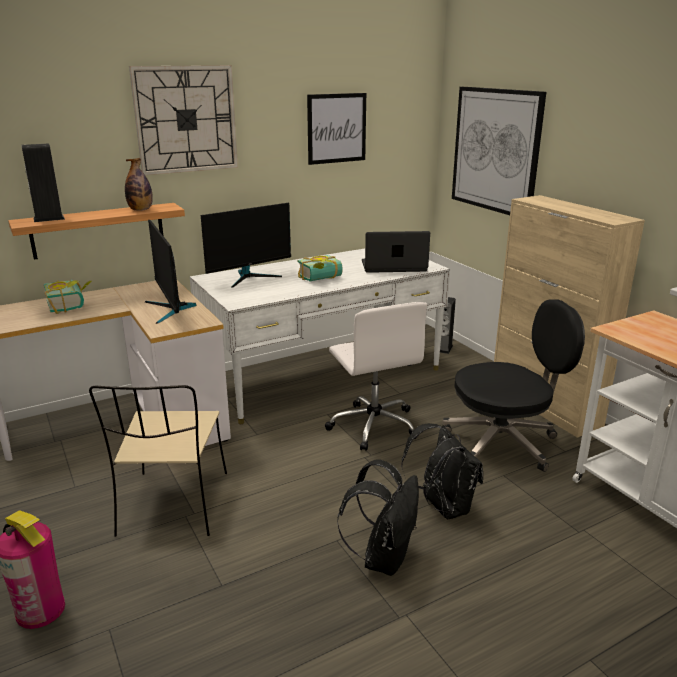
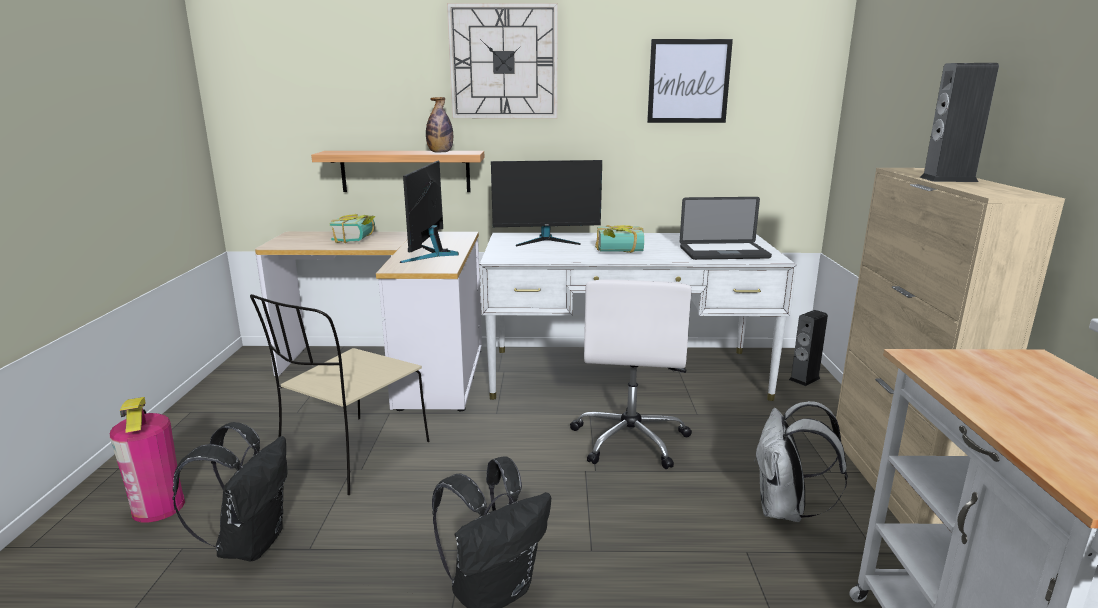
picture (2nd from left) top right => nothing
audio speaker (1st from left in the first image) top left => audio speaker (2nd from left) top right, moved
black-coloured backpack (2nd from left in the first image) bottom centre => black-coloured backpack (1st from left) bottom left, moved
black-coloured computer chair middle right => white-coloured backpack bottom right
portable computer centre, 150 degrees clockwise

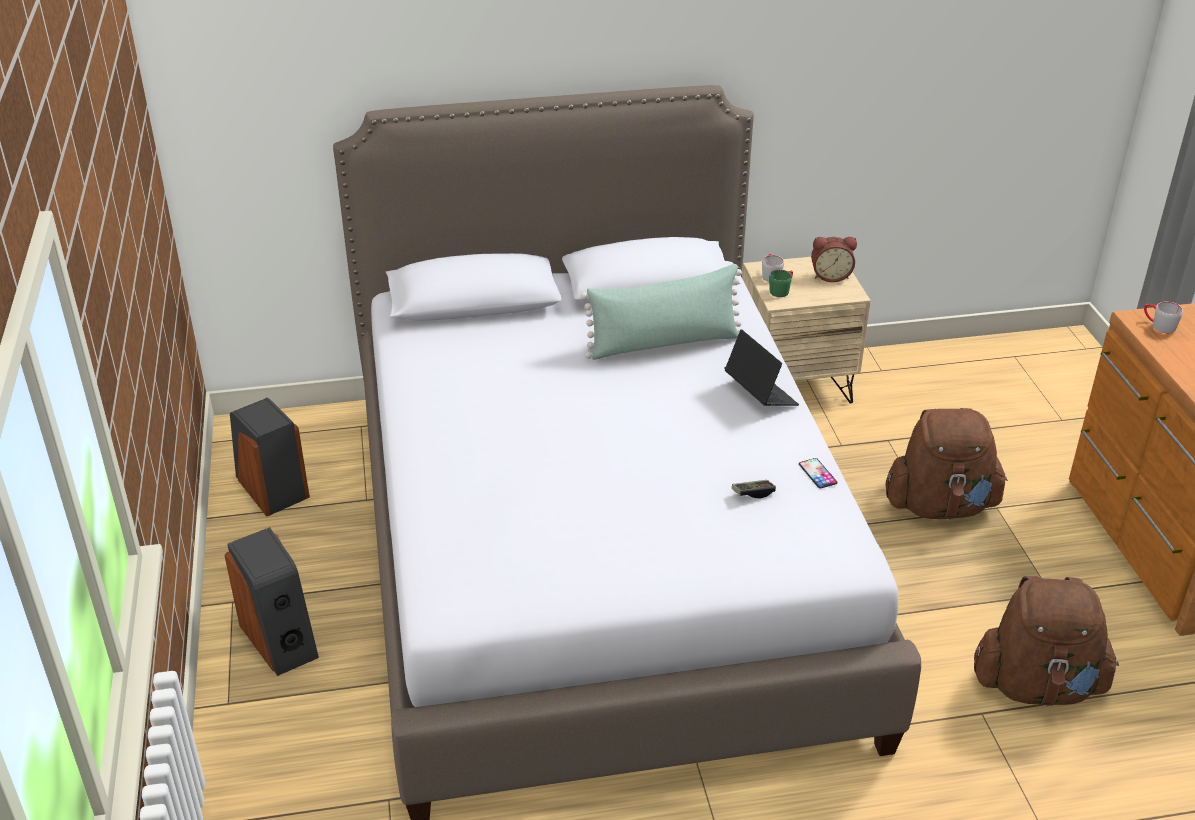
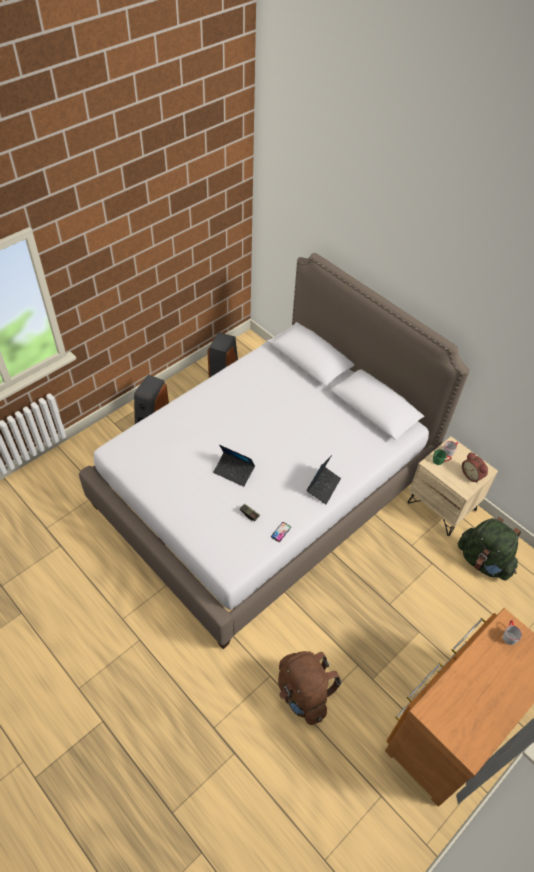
green pillow centre => nothing
brown backpack (1st from left) middle right => nothing
nothing => portable computer (1st from left) centre
nothing => green backpack middle right

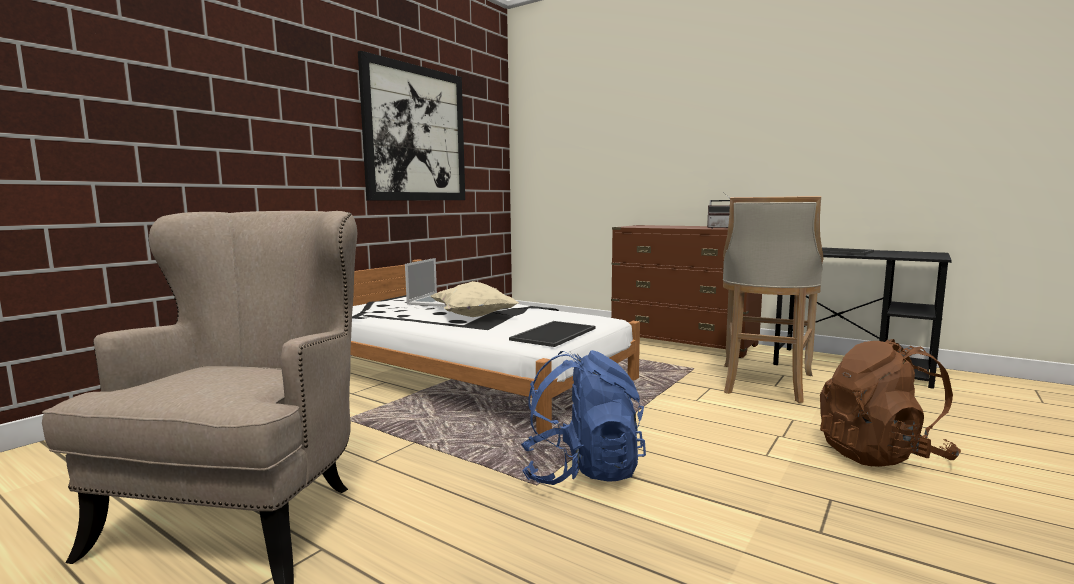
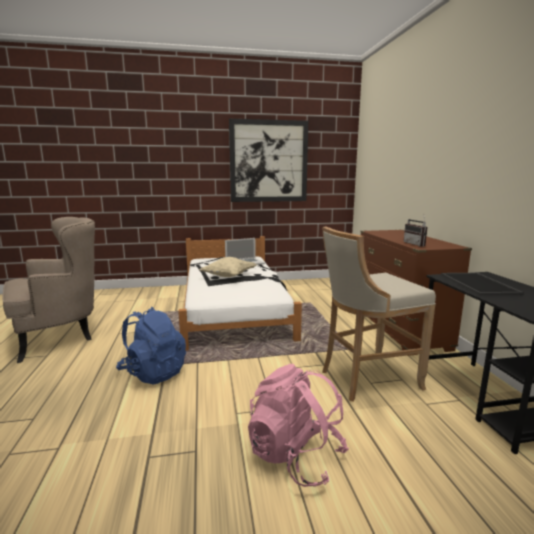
carrying tray (1st from left) centre => nothing
brown backpack bottom right => pink backpack bottom centre

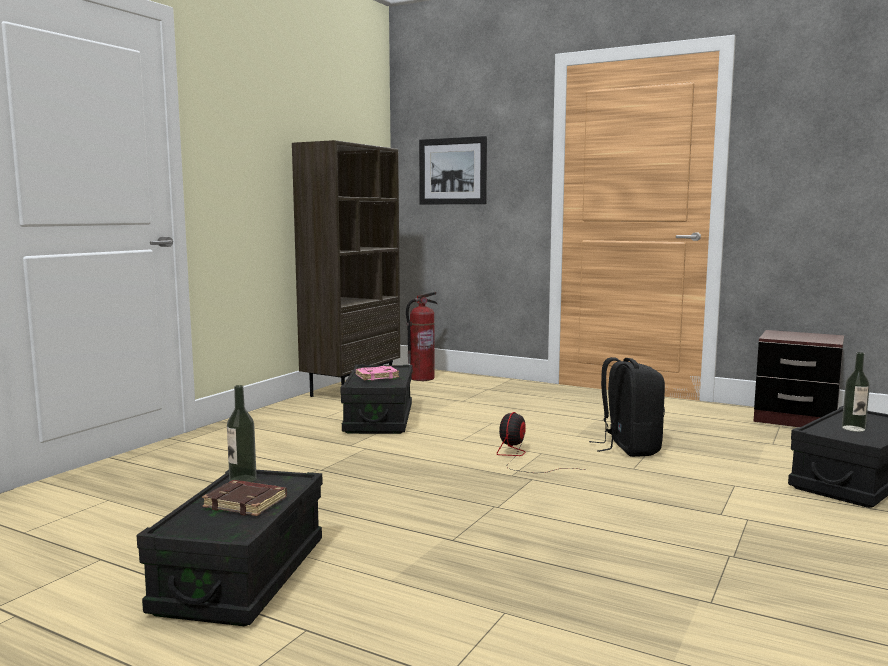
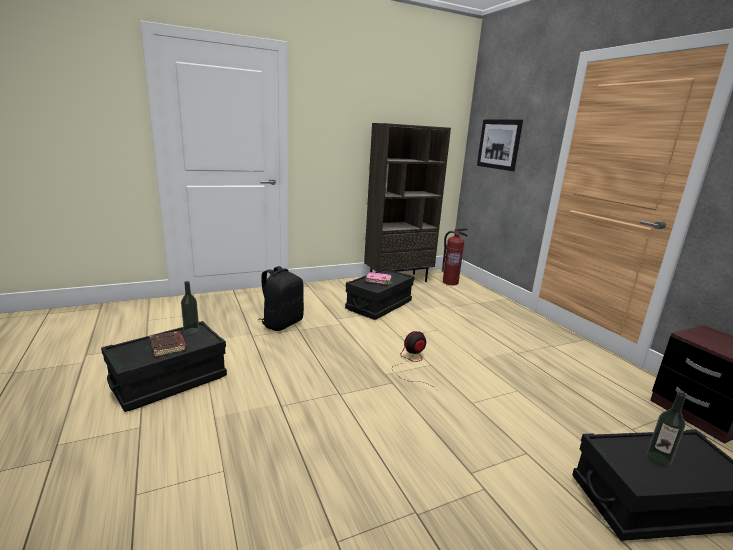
black-coloured backpack middle right => black-coloured backpack centre, moved

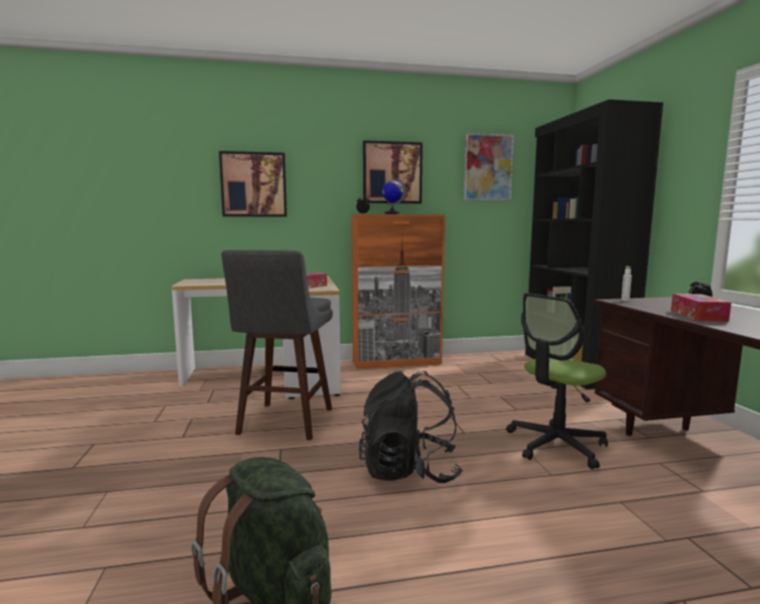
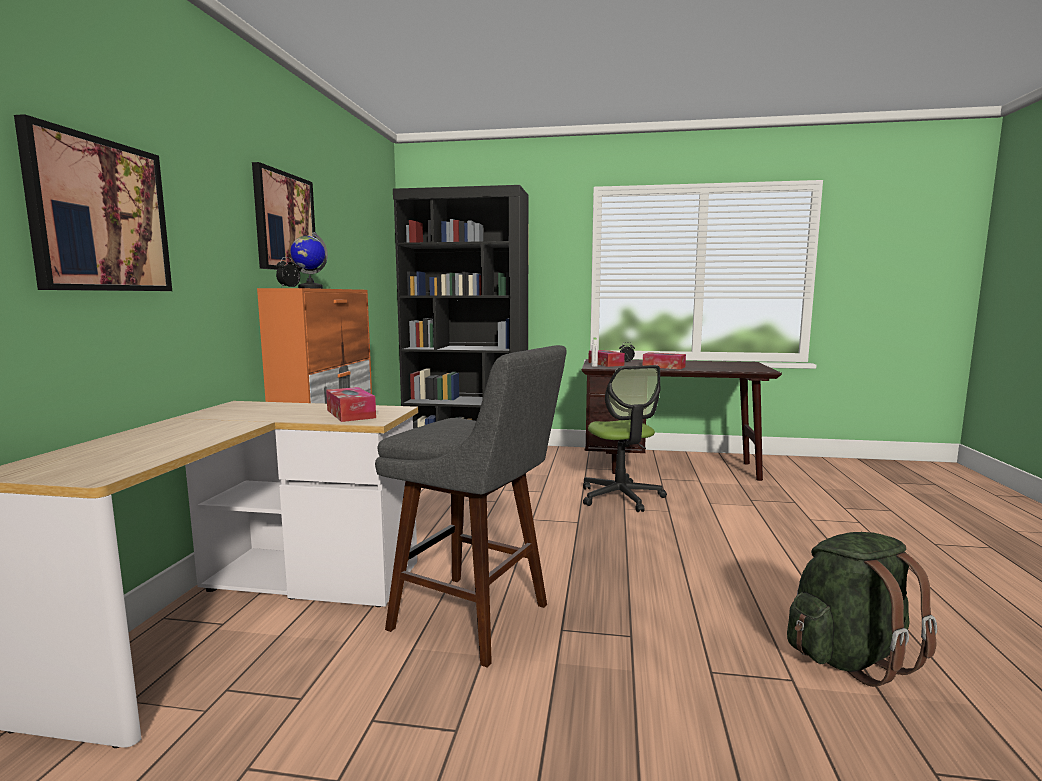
black-coloured backpack bottom centre => nothing
picture (3rd from left) top centre => nothing
nothing => box of tissues (2nd from left) centre

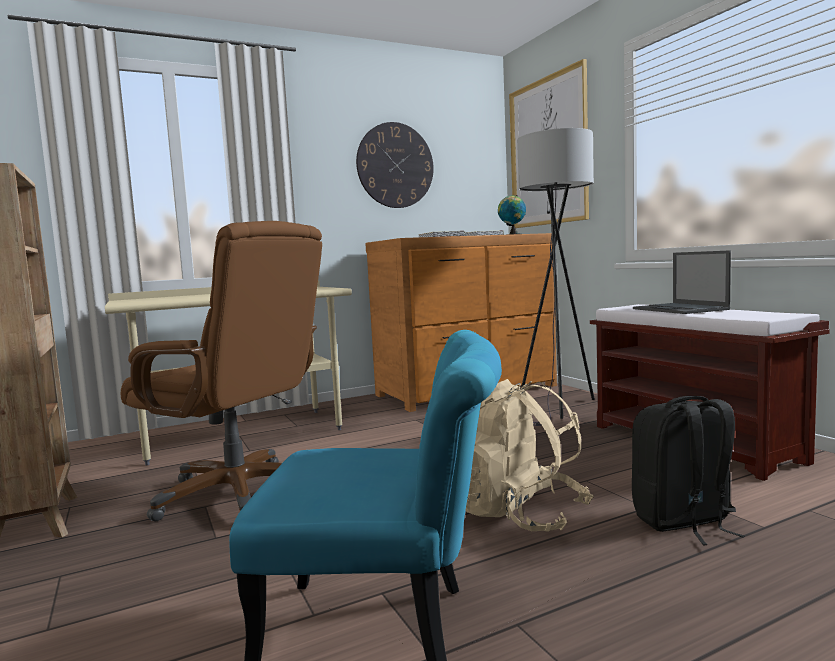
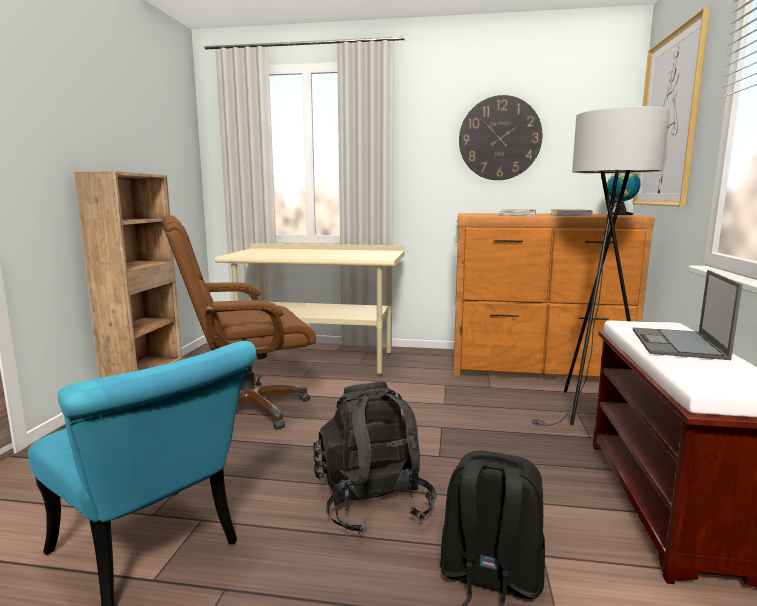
beige backpack bottom centre => black-coloured backpack (1st from left) bottom centre
brown computer chair middle left, 90 degrees clockwise

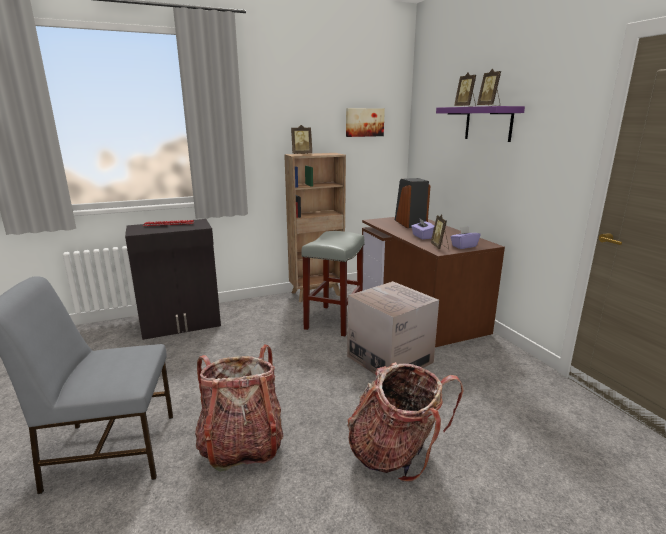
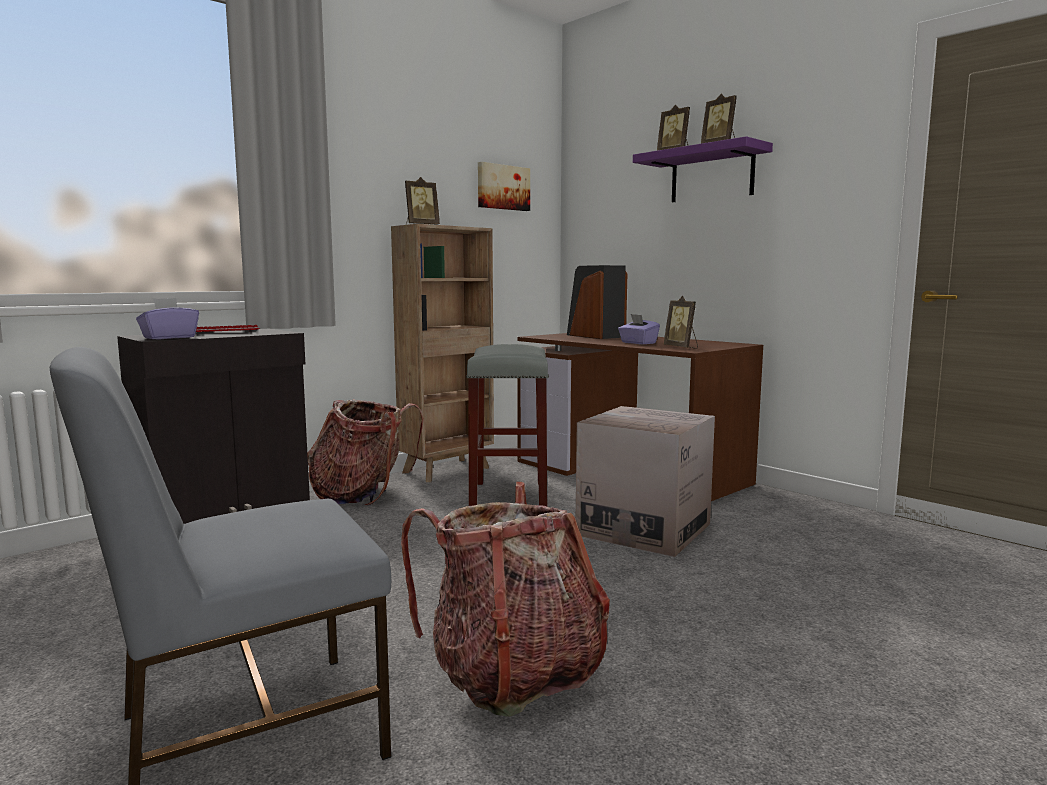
backpack (2nd from left in the first image) bottom centre => backpack (1st from left) centre, moved
purplish box of tissues (2nd from left in the first image) middle right => purplish box of tissues (1st from left) middle left, moved

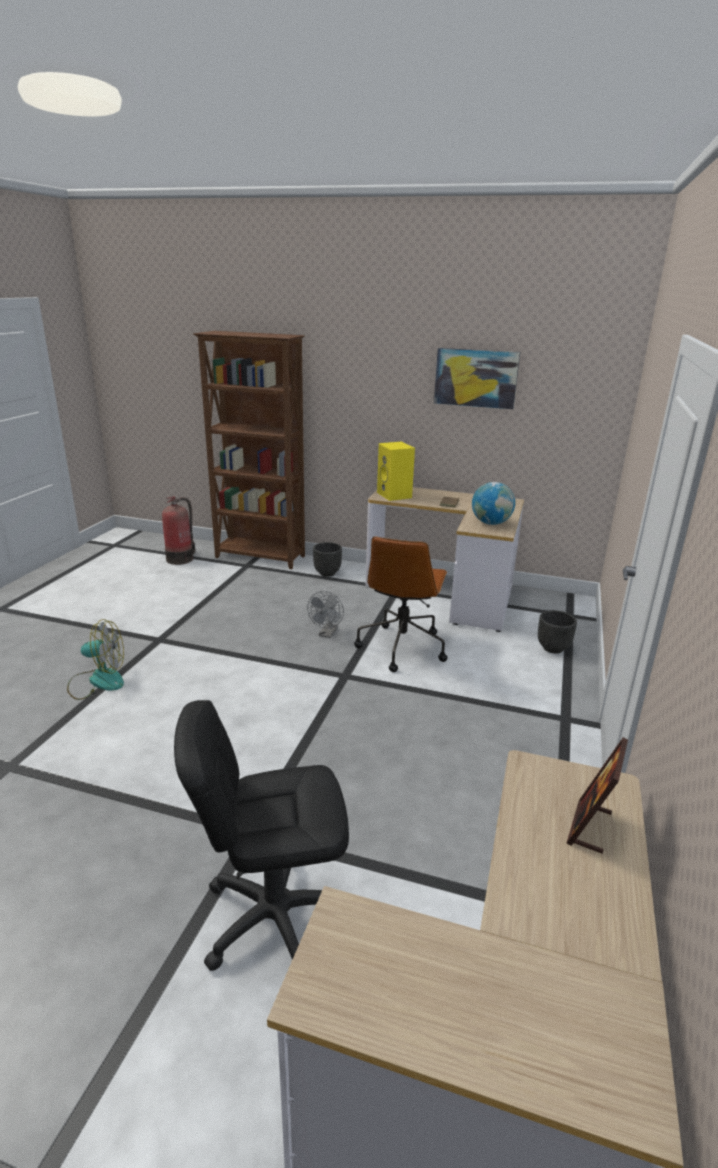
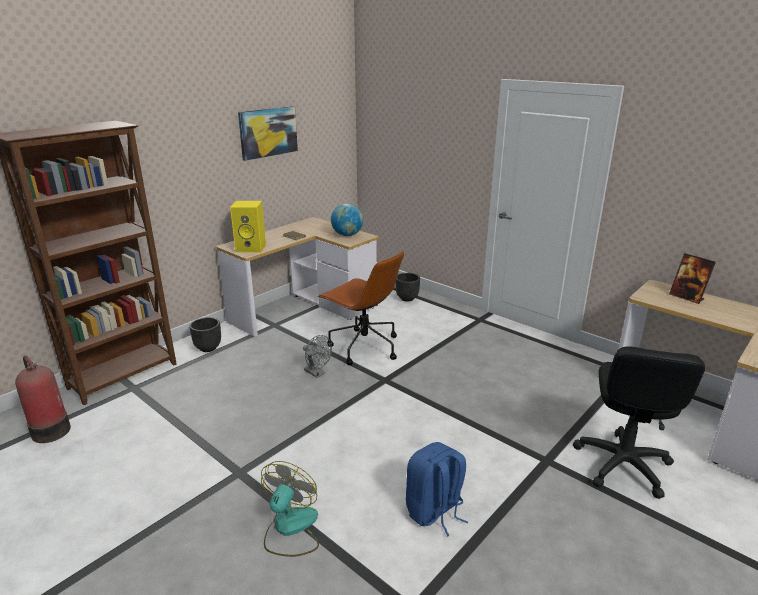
nothing => blue-coloured backpack bottom centre

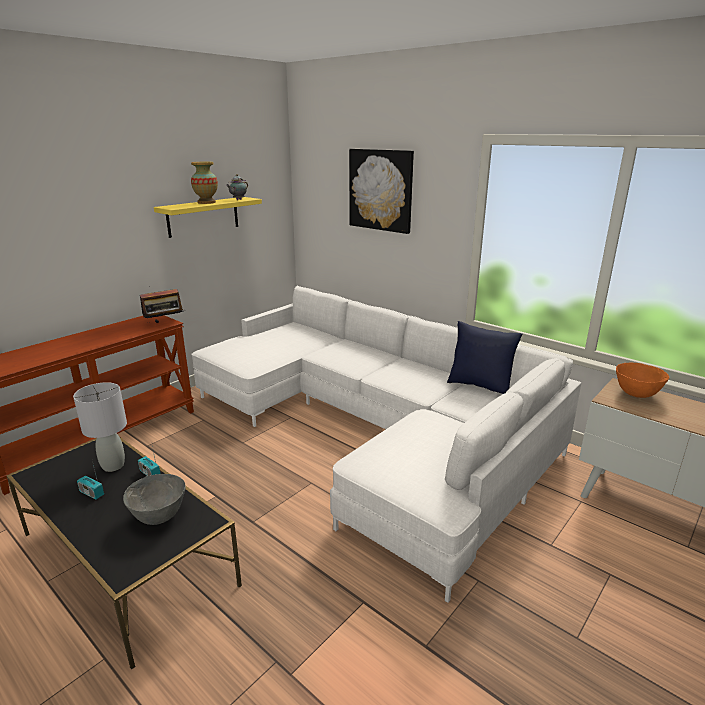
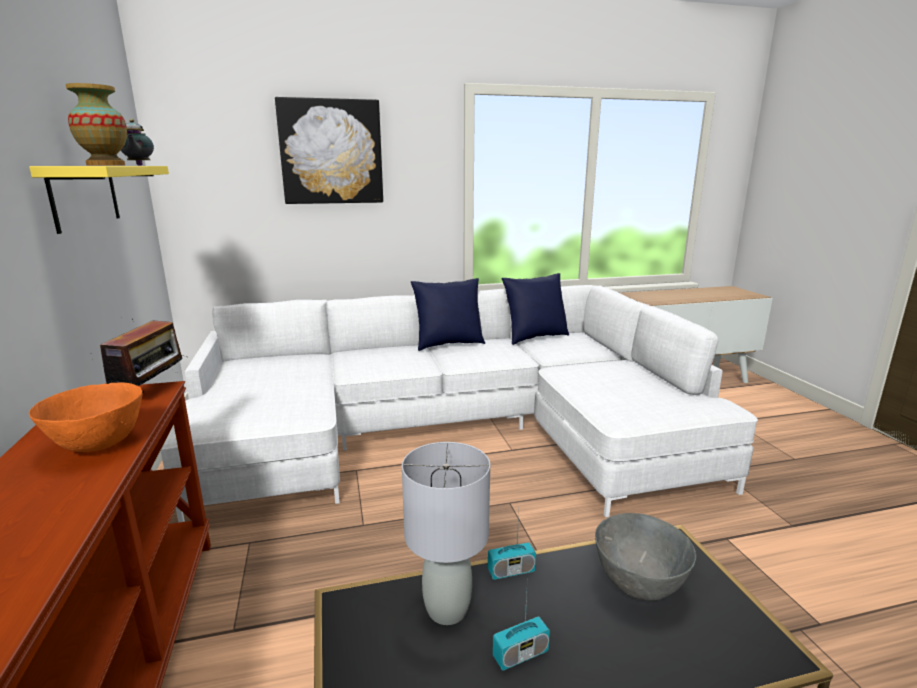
nothing => blue-coloured pillow (1st from left) centre
orange-coloured serving bowl middle right => orange-coloured serving bowl middle left, moved

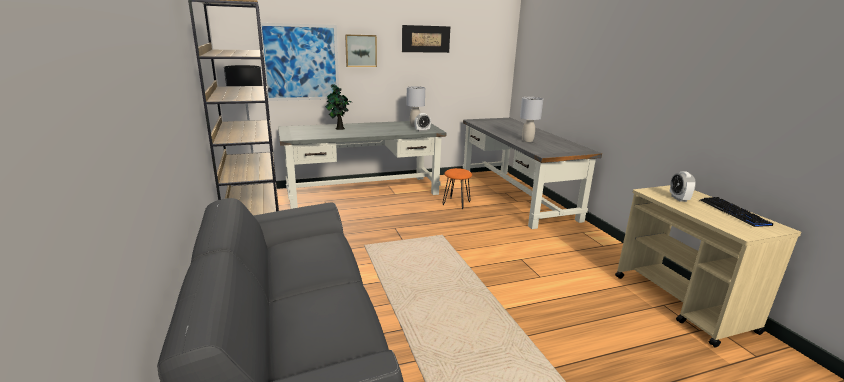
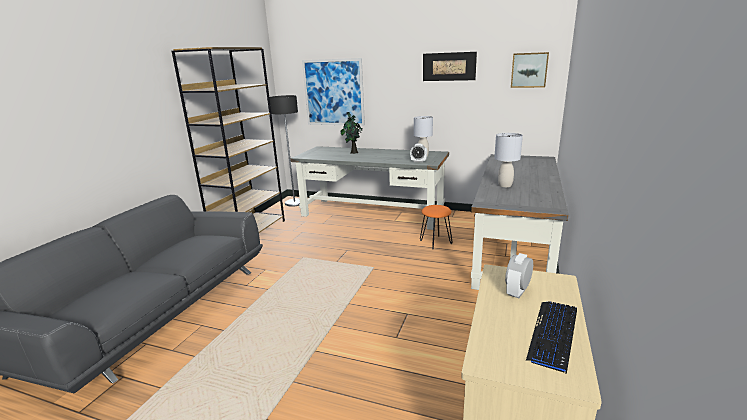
picture (2nd from left in the first image) top centre => picture (3rd from left) top right, moved

